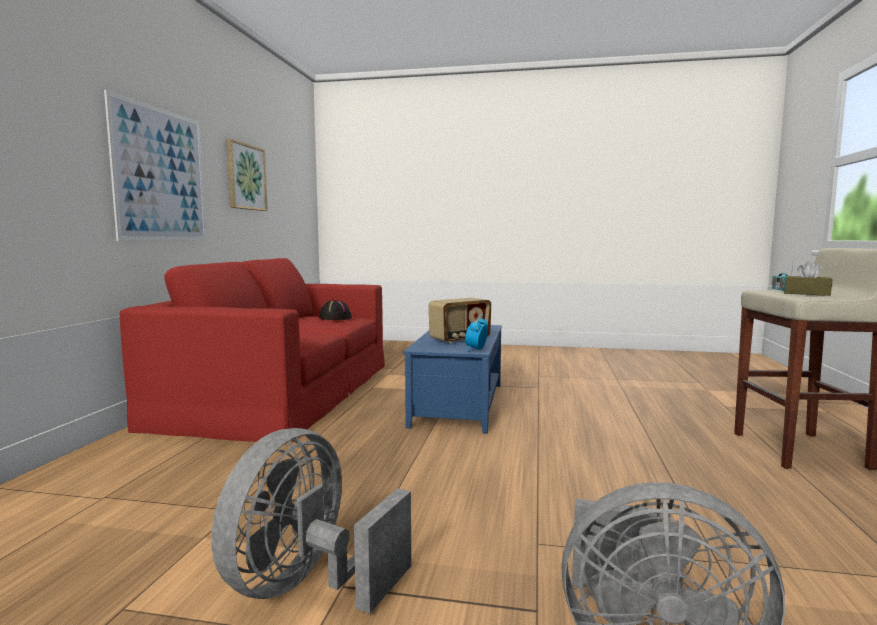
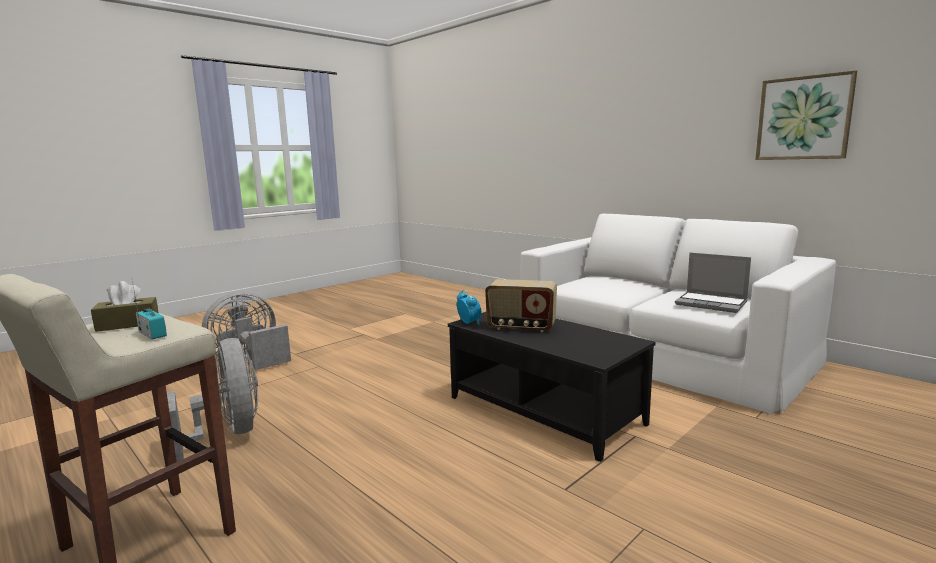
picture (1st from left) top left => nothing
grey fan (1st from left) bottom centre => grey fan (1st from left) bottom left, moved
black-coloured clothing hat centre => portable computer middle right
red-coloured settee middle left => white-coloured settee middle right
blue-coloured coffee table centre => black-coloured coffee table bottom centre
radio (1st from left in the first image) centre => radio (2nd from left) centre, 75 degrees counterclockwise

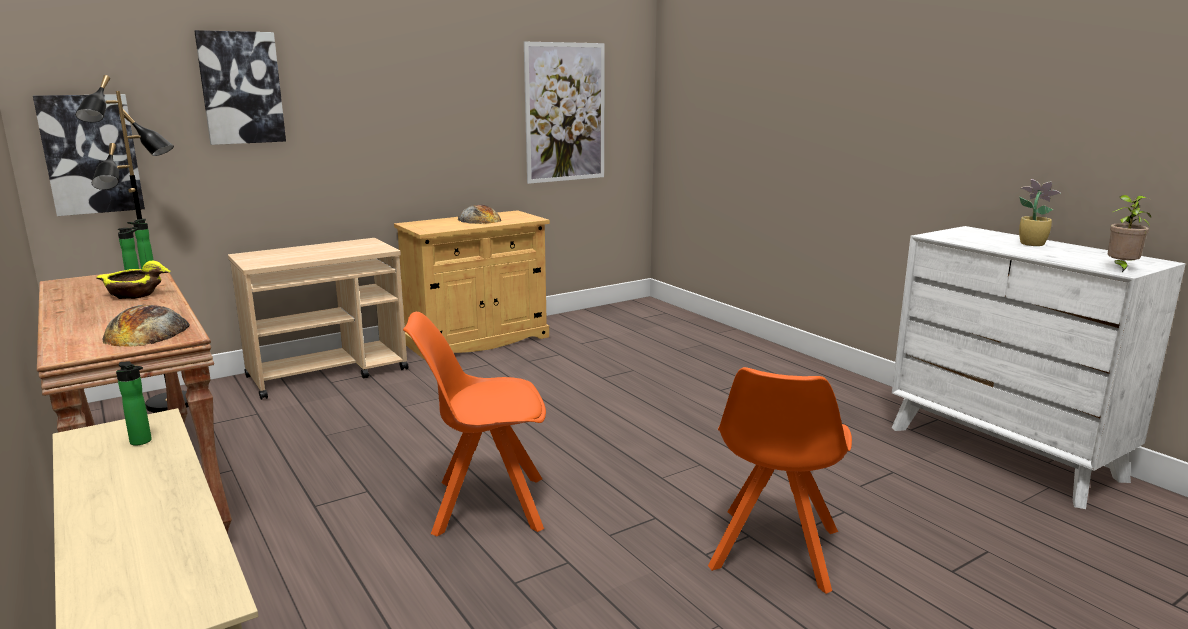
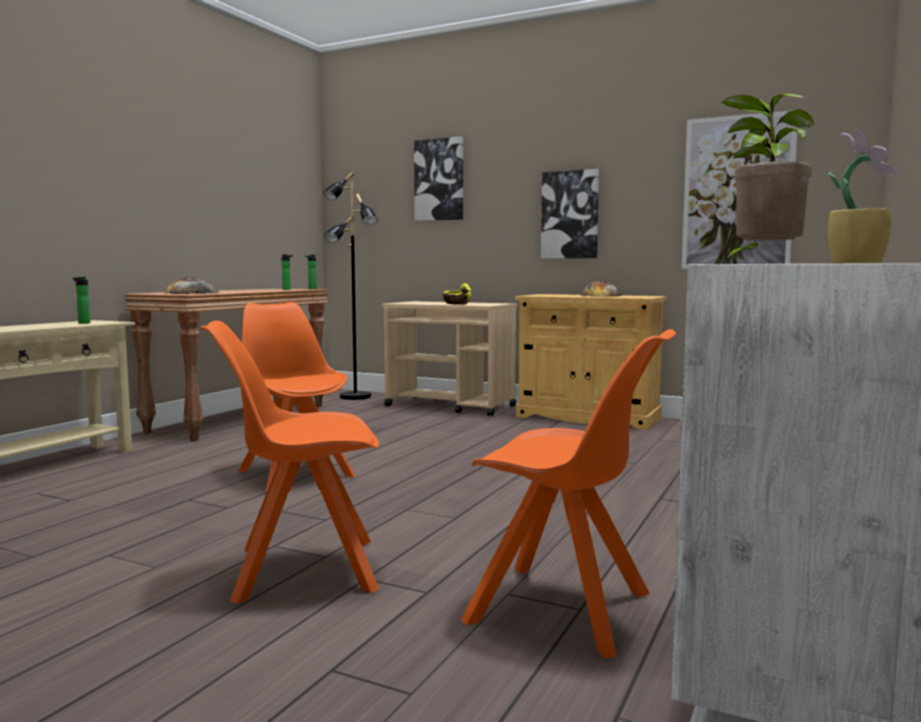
nothing => orange-coloured chair (3rd from left) bottom centre
picture (1st from left in the first image) top left => picture (2nd from left) top centre, moved
yellow serving bowl middle left => yellow serving bowl centre, moved

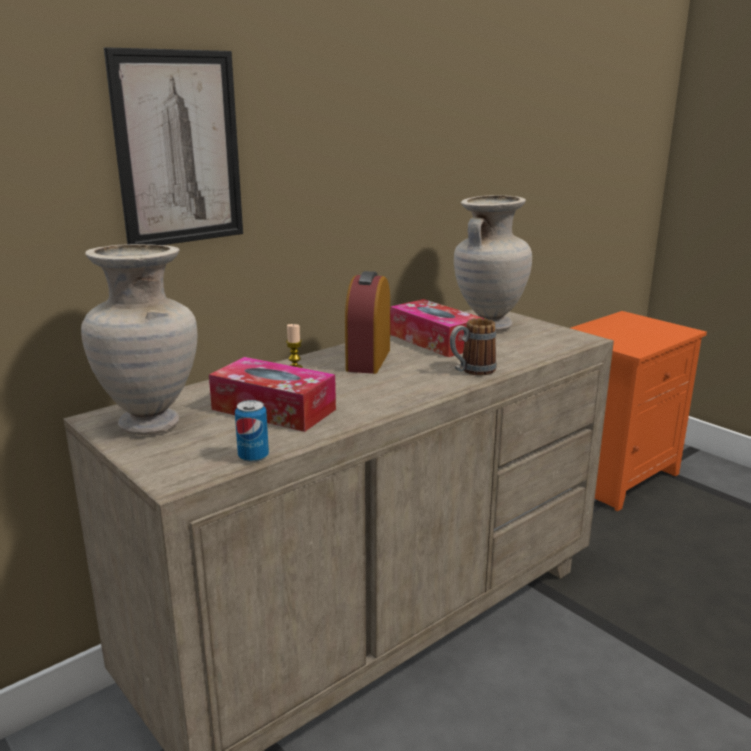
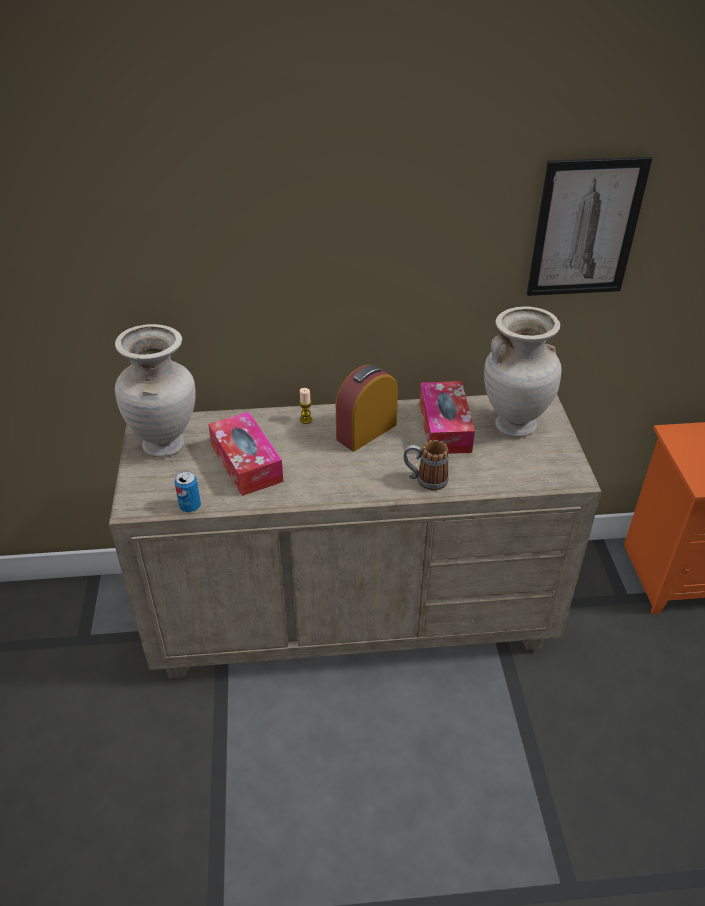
picture top left => picture top right, moved

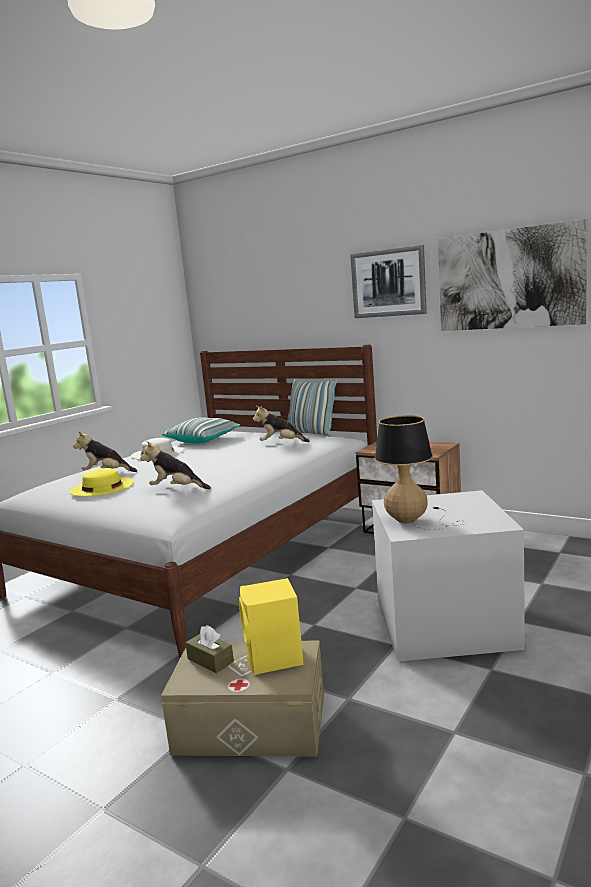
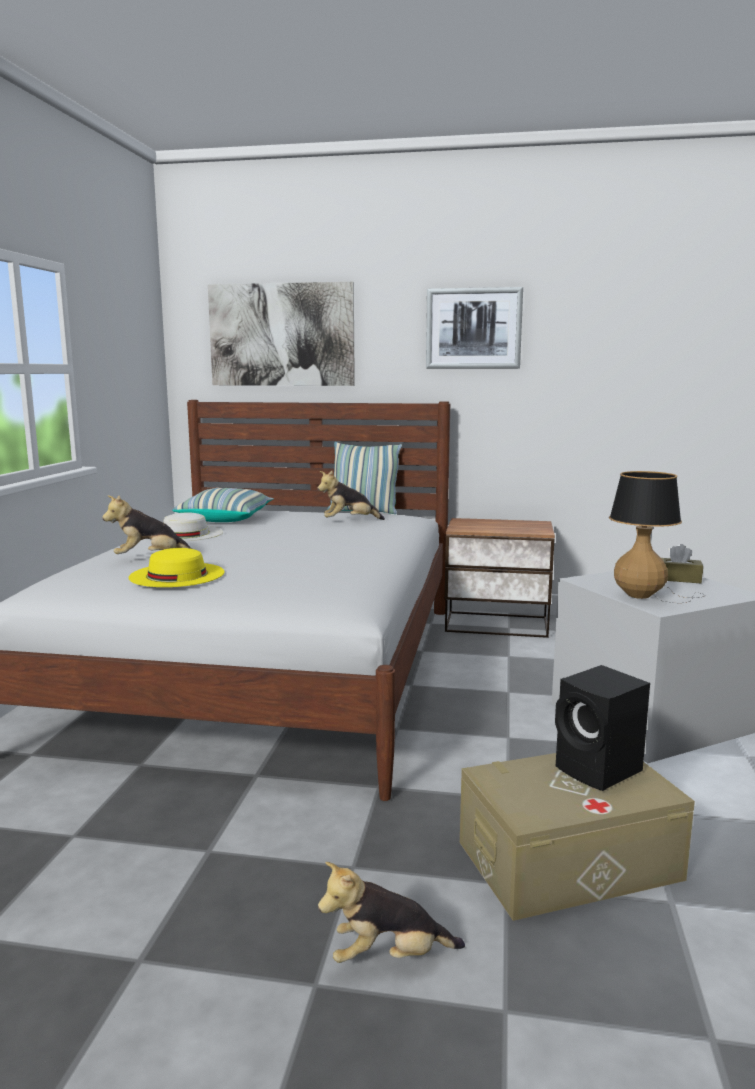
plush toy (2nd from left in the first image) middle left => plush toy (3rd from left) bottom centre, moved
brown box of tissues bottom centre => brown box of tissues middle right, moved
picture (2nd from left in the first image) top right => picture (1st from left) top centre, moved
yellow audio speaker bottom centre => black-coloured audio speaker bottom right

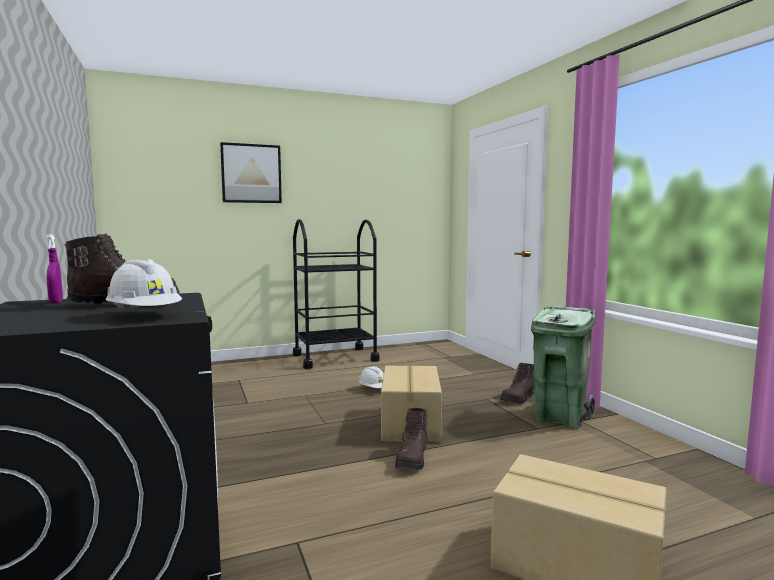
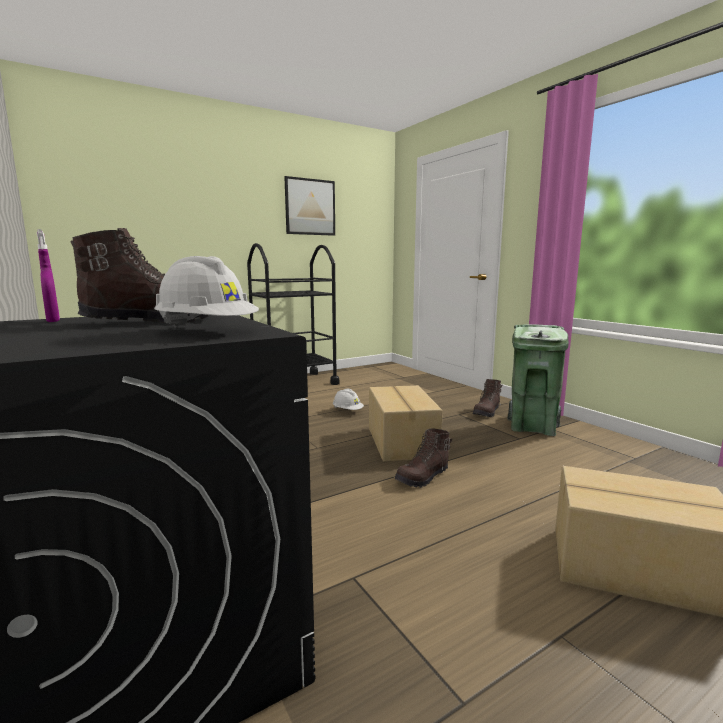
picture top left => picture top centre, moved
brown tall boot (2nd from left) bottom centre => brown tall boot (2nd from left) centre, 45 degrees clockwise

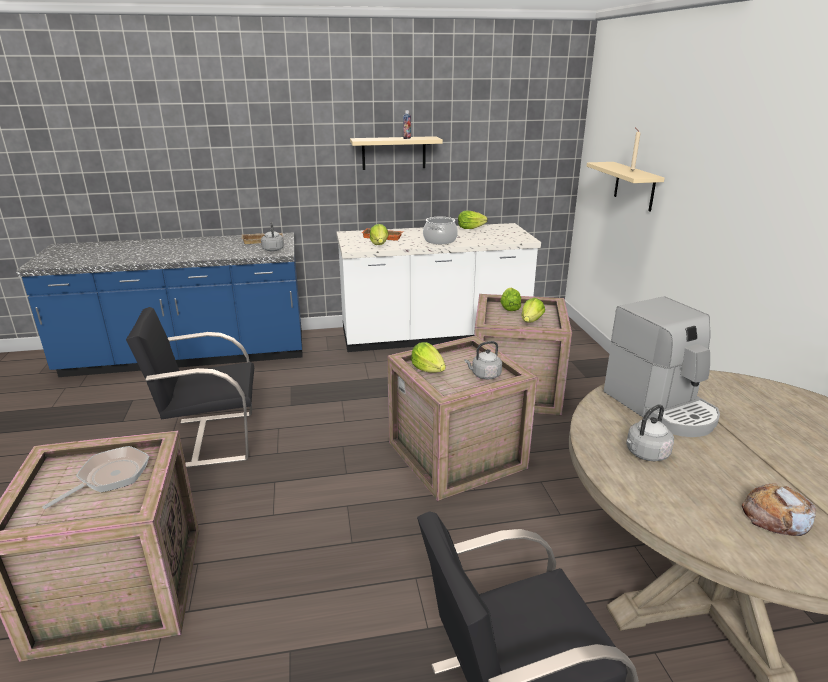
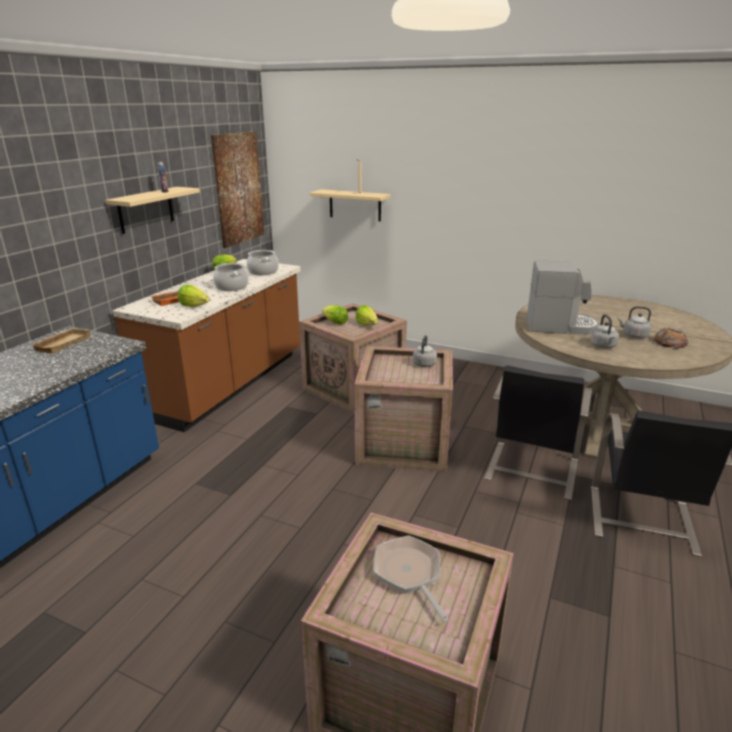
lettuce head (2nd from left) centre => nothing
nothing => picture top left
nothing => stockpot (2nd from left) centre
black-coloured chair (1st from left) middle left => black-coloured chair (1st from left) middle right, moved
grey kettle (1st from left in the first image) middle left => grey kettle (3rd from left) middle right, moved
white-coloured kitchen base unit centre => brown kitchen base unit middle left

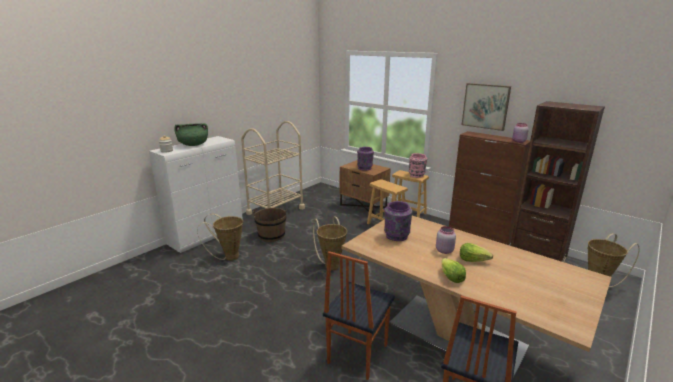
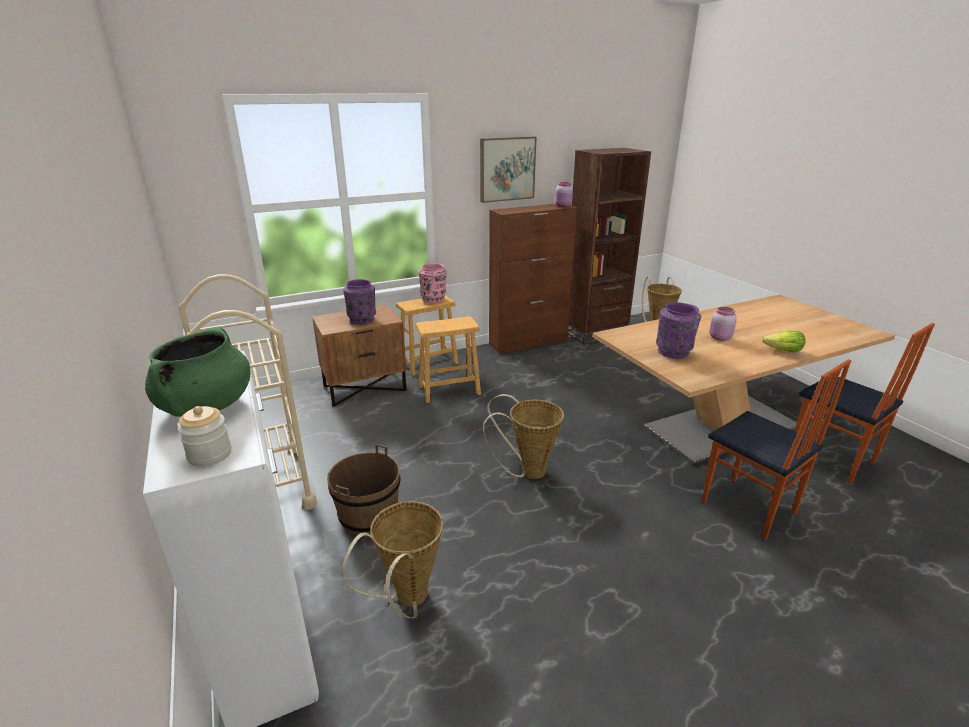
lettuce head (2nd from left) middle right => nothing

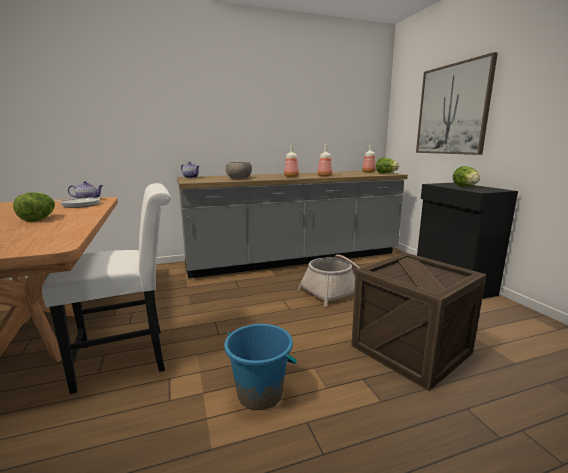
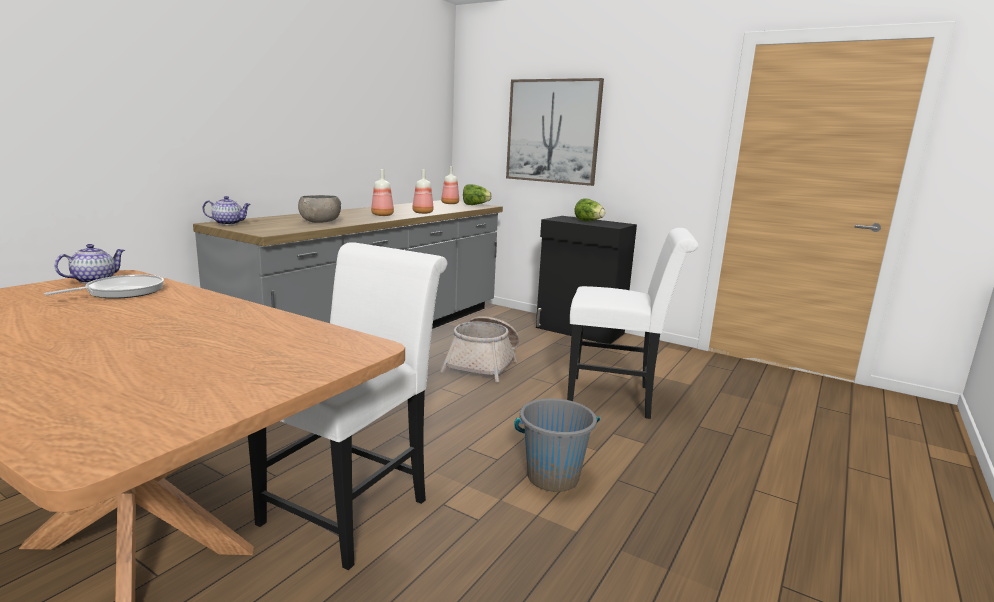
lettuce head (1st from left) middle left => nothing
packing crate bottom right => white-coloured chair (2nd from left) centre
blue-coloured bucket bottom centre => grey bucket bottom centre

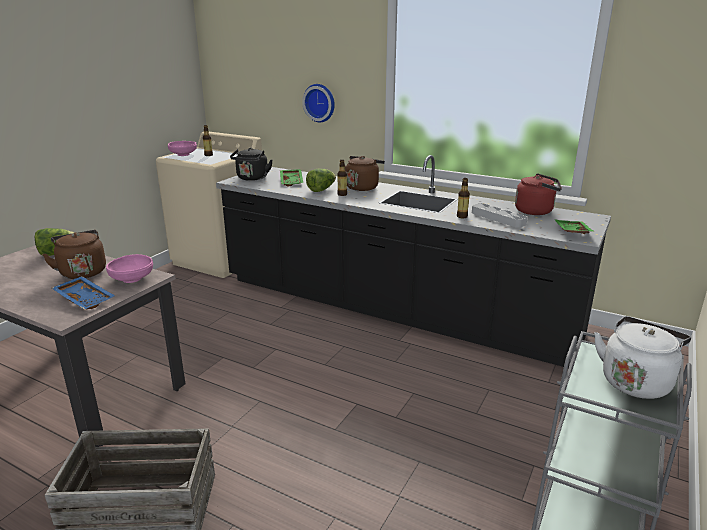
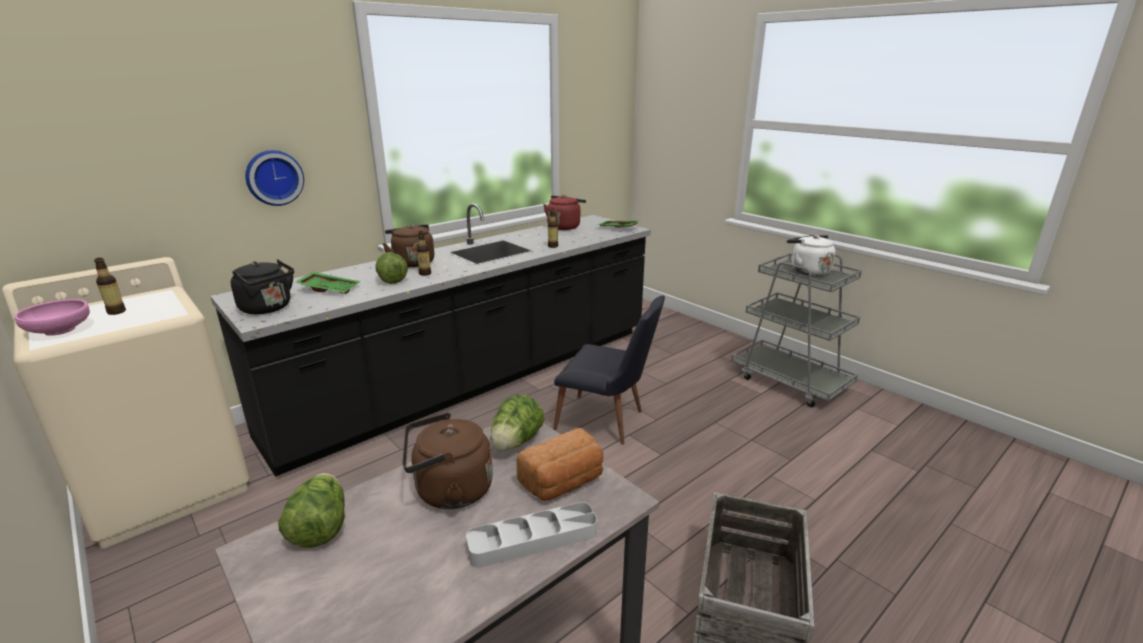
nothing => black-coloured chair centre
grey carrying tray middle right => grey carrying tray bottom centre, moved
blue-coloured carrying tray middle left => bread bottom centre
pink serving bowl (1st from left) middle left => lettuce head (3rd from left) centre

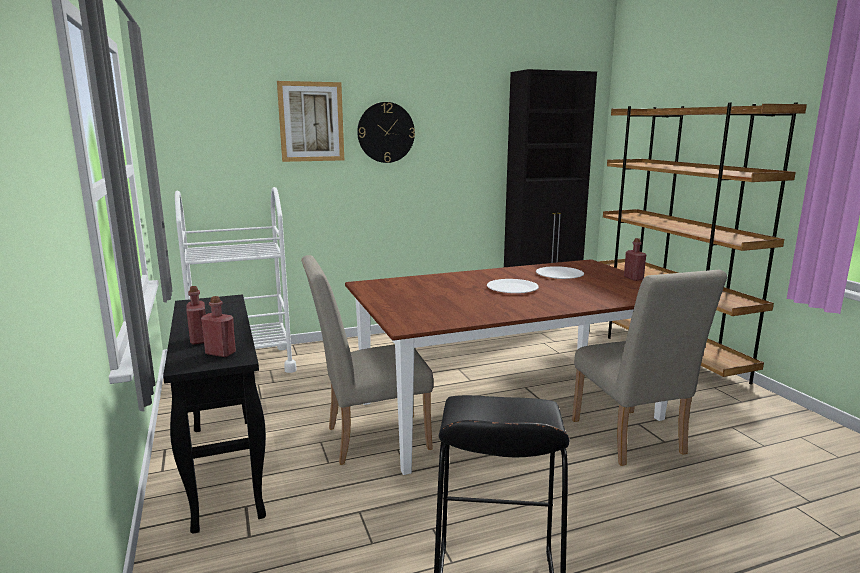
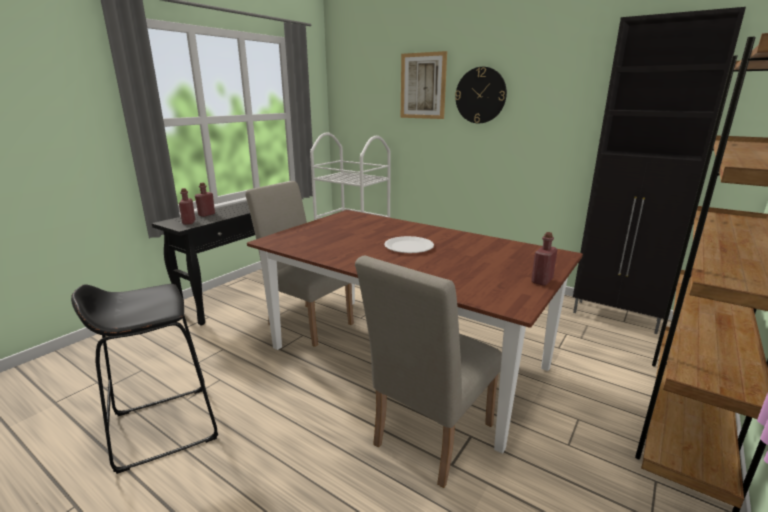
white-coloured flat dish (2nd from left) centre => nothing

